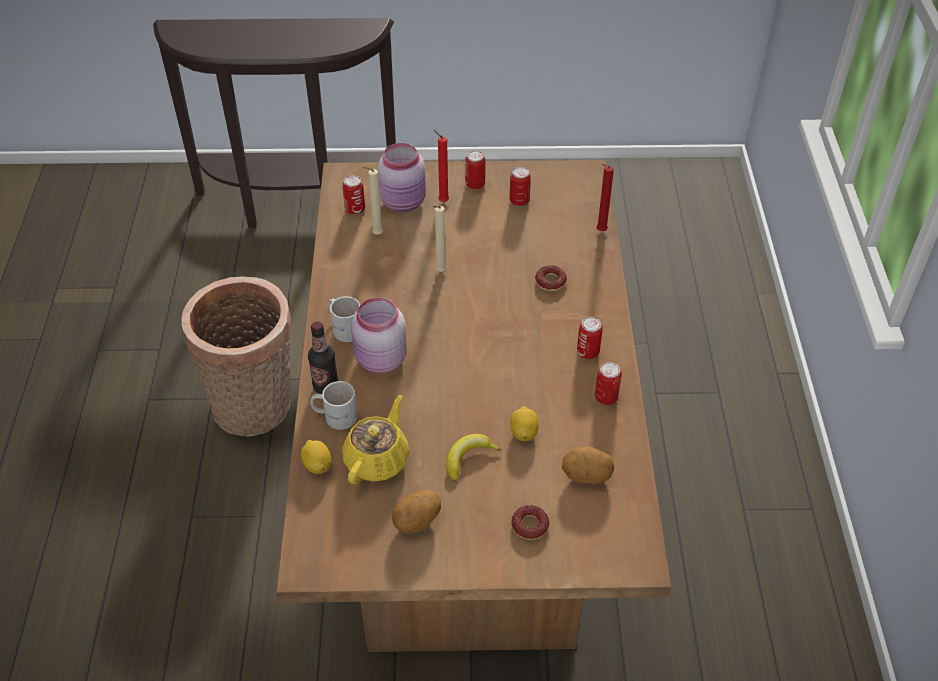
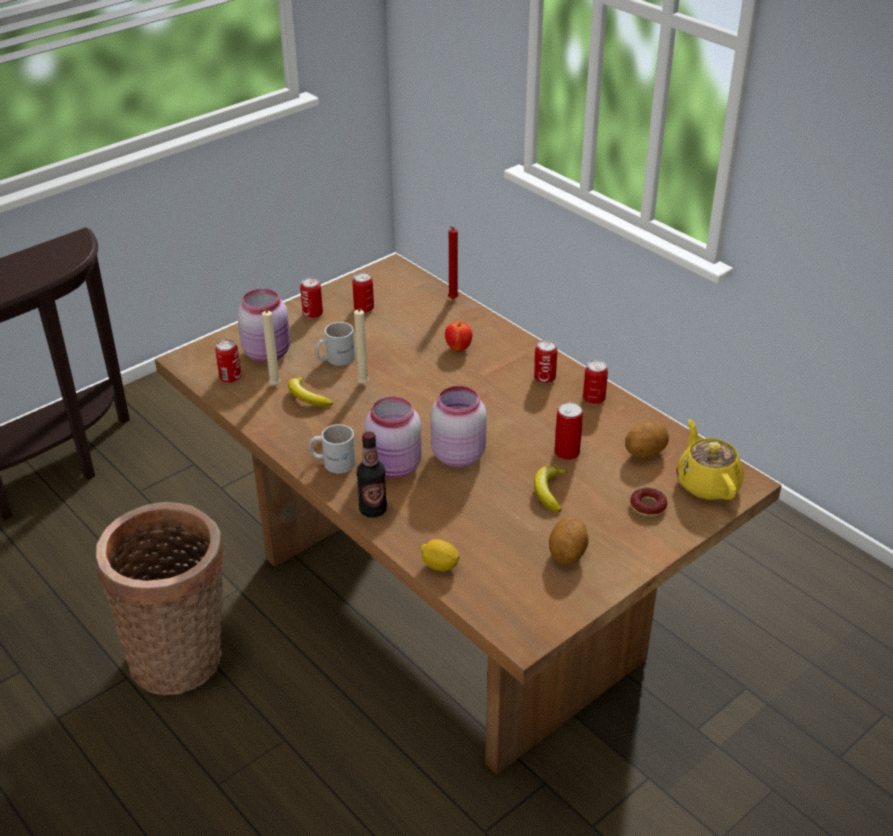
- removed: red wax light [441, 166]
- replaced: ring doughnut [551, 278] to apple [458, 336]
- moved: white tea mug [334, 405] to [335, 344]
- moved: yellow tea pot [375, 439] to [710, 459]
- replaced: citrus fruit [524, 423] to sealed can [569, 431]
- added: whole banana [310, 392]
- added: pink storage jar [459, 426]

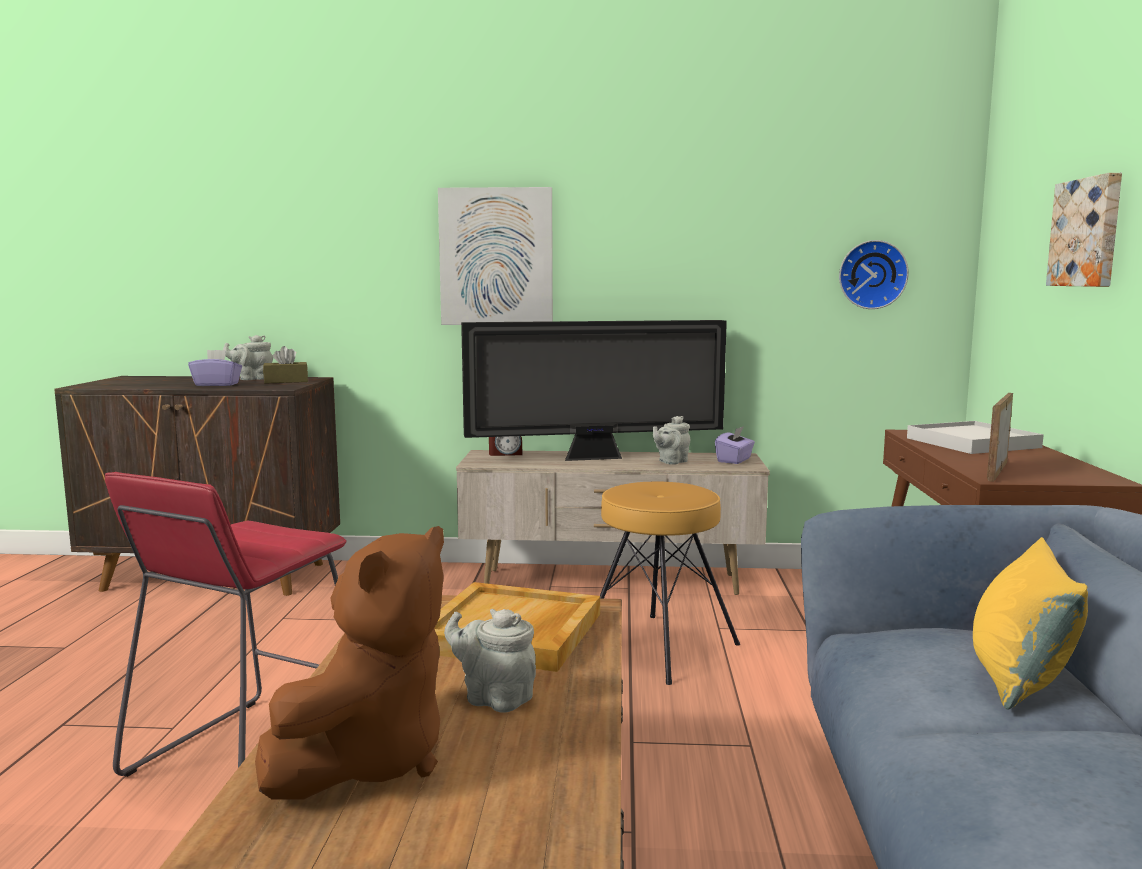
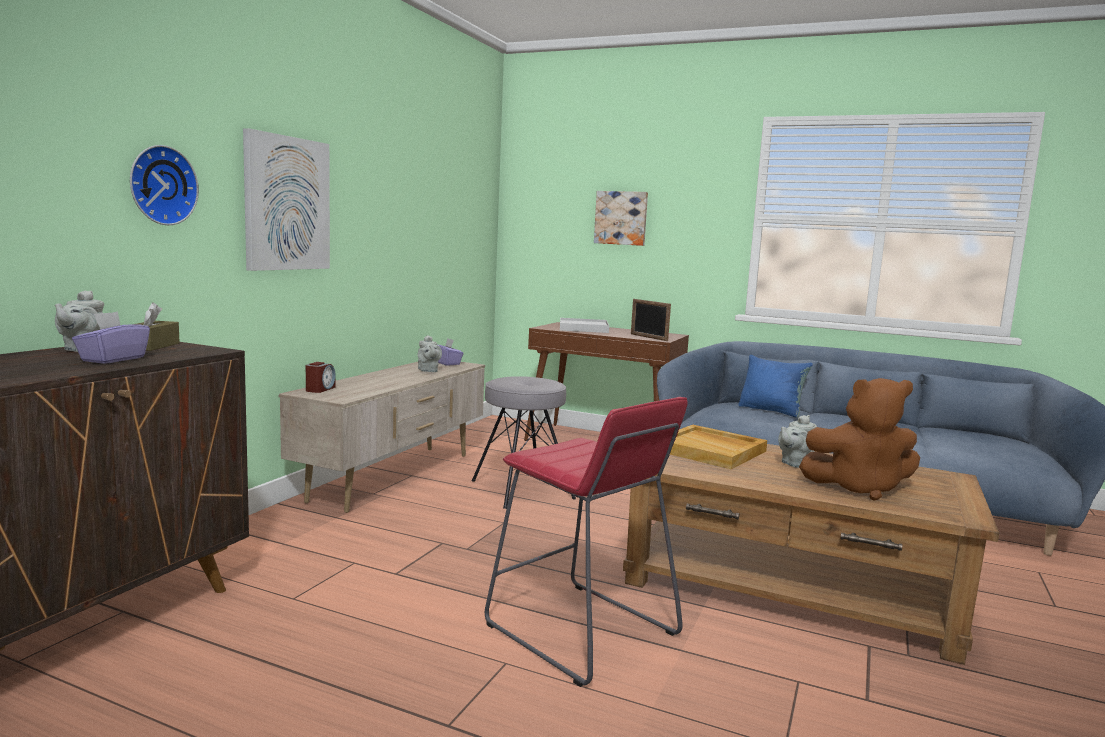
- moved: wall clock [874, 274] to [164, 185]
- removed: television [594, 390]
- recoloured: brown stool [670, 583] to gray stool [524, 442]
- turned: brown cuddly toy [349, 663] = [859, 439] 135 degrees clockwise
- recoloured: yellow throw pillow [1030, 623] to blue throw pillow [775, 386]

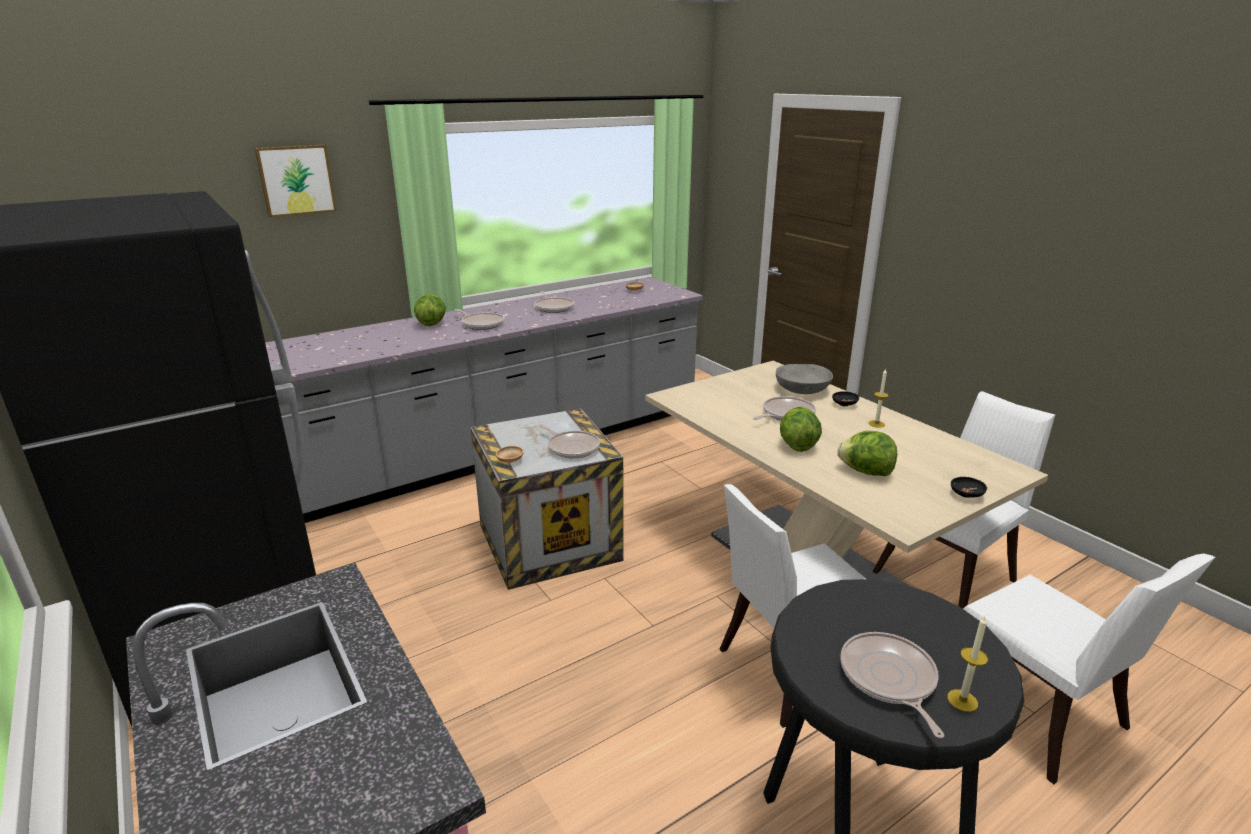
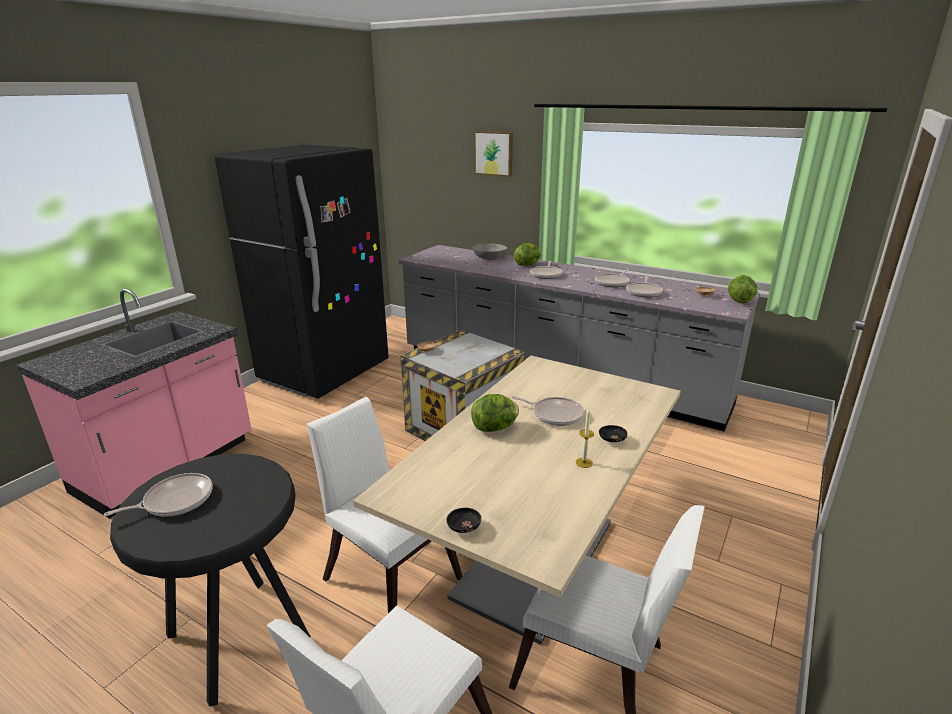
- moved: gray deep dish [804, 379] to [490, 251]
- moved: pan [569, 441] to [644, 286]
- moved: head of lettuce [867, 453] to [742, 289]
- removed: wax light [967, 664]

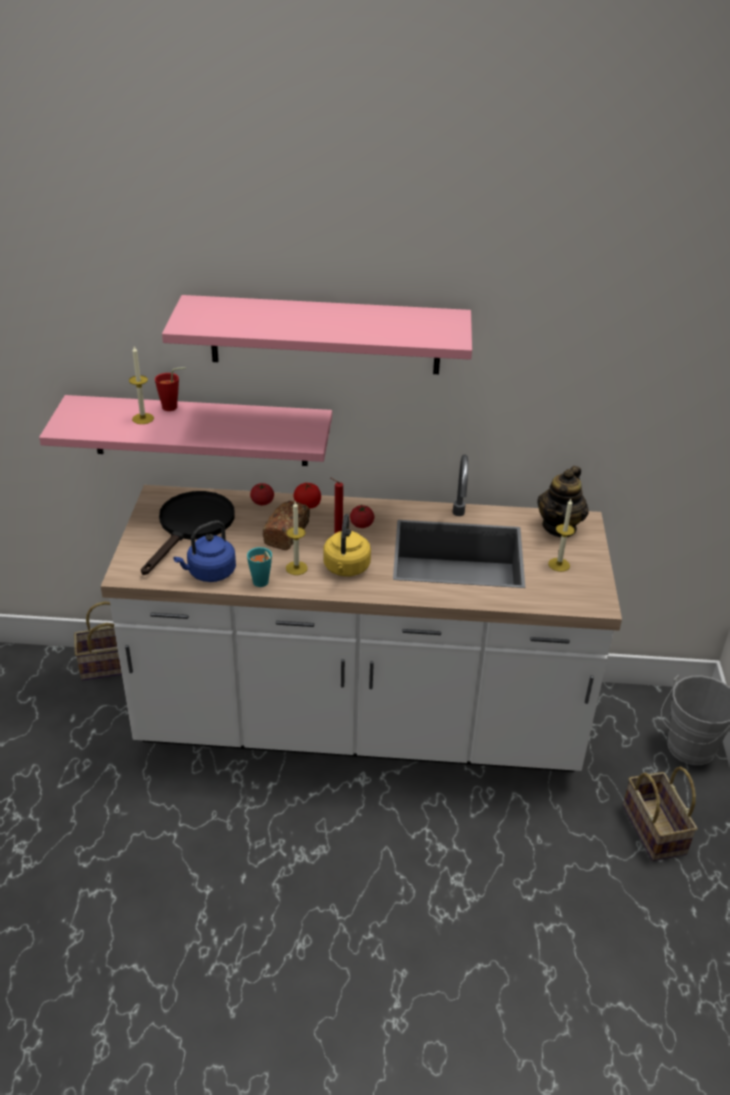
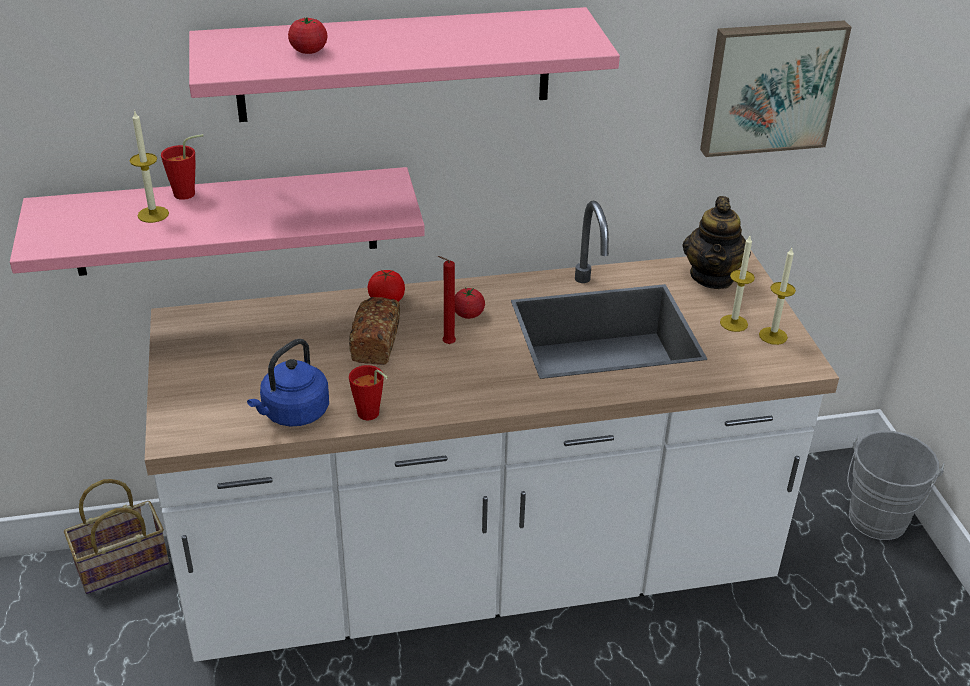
- moved: fresh tomato [262, 494] to [308, 35]
- removed: black pan [188, 533]
- moved: wax light [297, 538] to [777, 296]
- removed: yellow kettle [347, 545]
- recoloured: turquoise-coloured small cup [259, 567] to red small cup [368, 392]
- removed: household basket [660, 814]
- added: wall picture [776, 88]

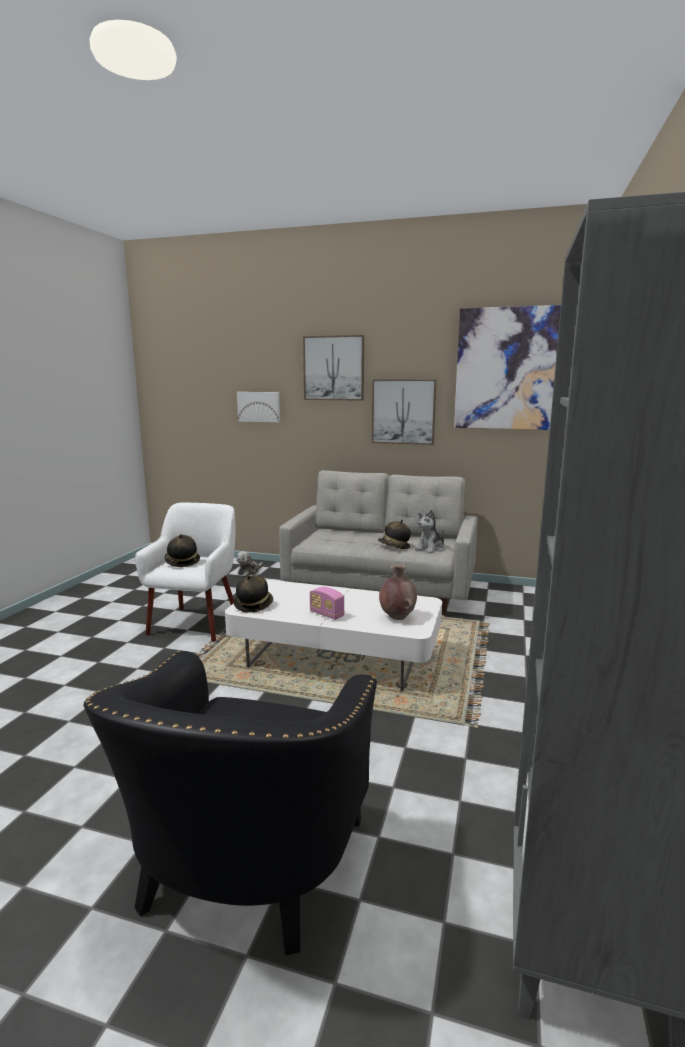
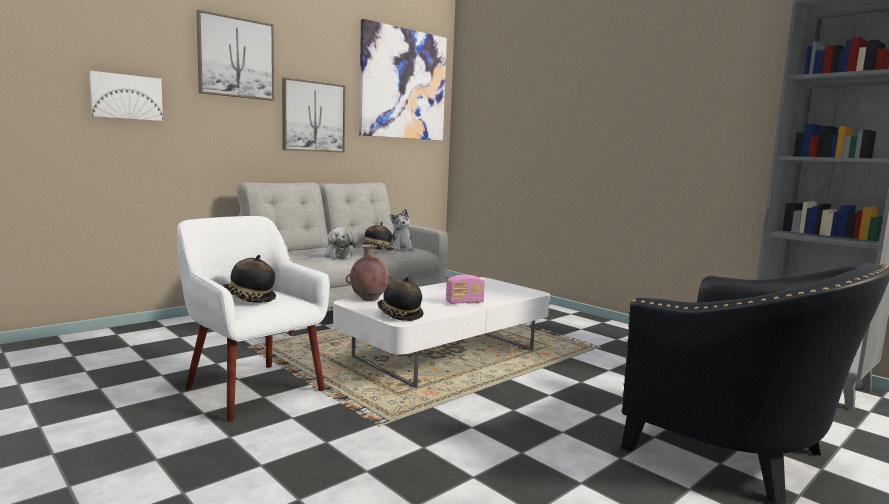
- moved: cuddly toy [249, 563] to [339, 243]
- moved: brown flower vase [398, 592] to [369, 272]

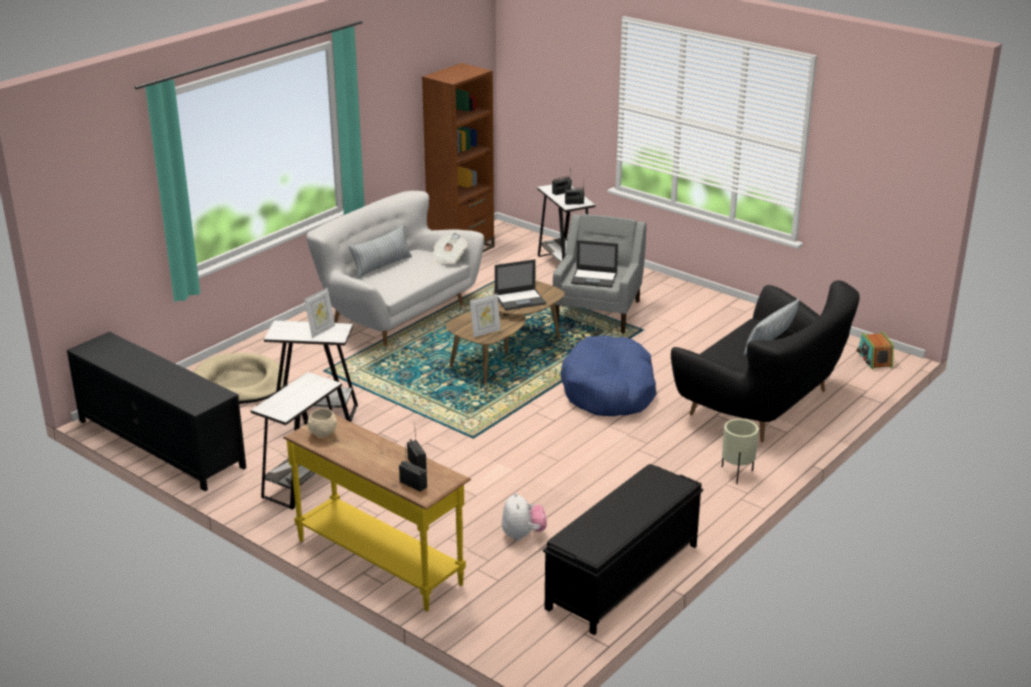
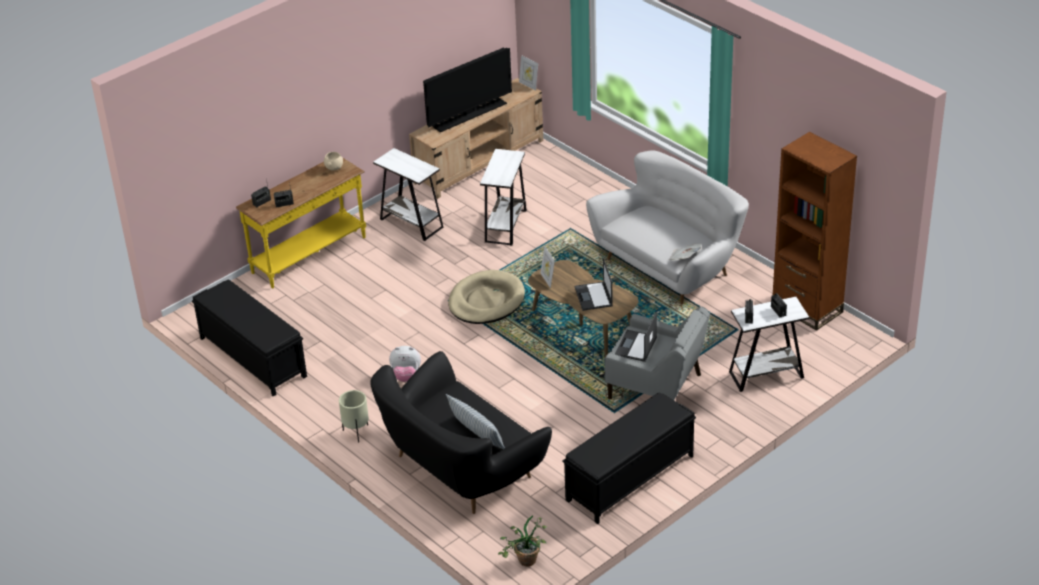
- removed: throw pillow [380, 252]
- moved: standing frame [319, 313] to [528, 72]
- replaced: radio [875, 350] to potted plant [522, 541]
- recoloured: black tv unit [156, 411] to beige-coloured tv unit [476, 138]
- removed: blue dog bed [608, 375]
- moved: beige-coloured dog bed [239, 378] to [486, 297]
- moved: cuddly toy [524, 516] to [405, 364]
- added: television [467, 90]
- added: black long seat [629, 458]

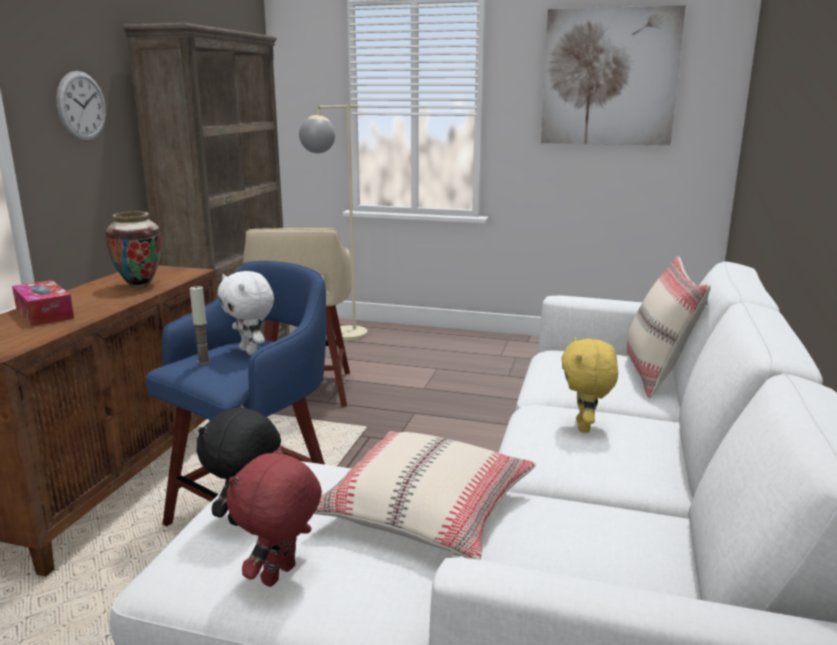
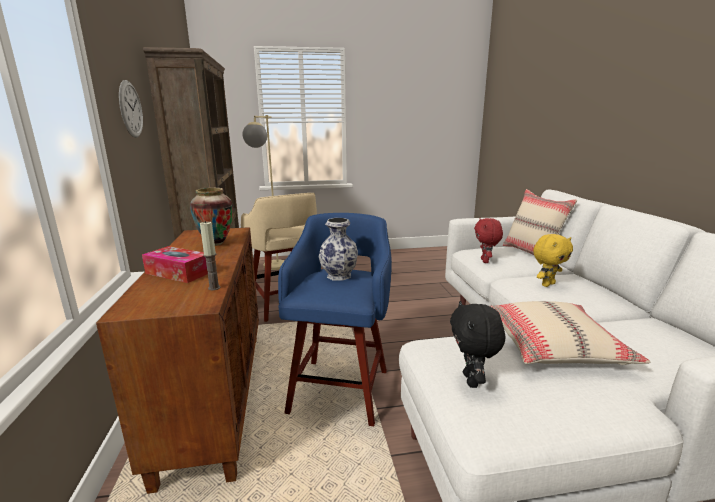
- removed: wall picture [613, 75]
- replaced: white cuddly toy [245, 313] to flower vase [338, 249]
- moved: wax light [200, 325] to [210, 255]
- turned: yellow cuddly toy [589, 385] = [553, 260] 105 degrees counterclockwise
- moved: red cuddly toy [274, 516] to [488, 240]

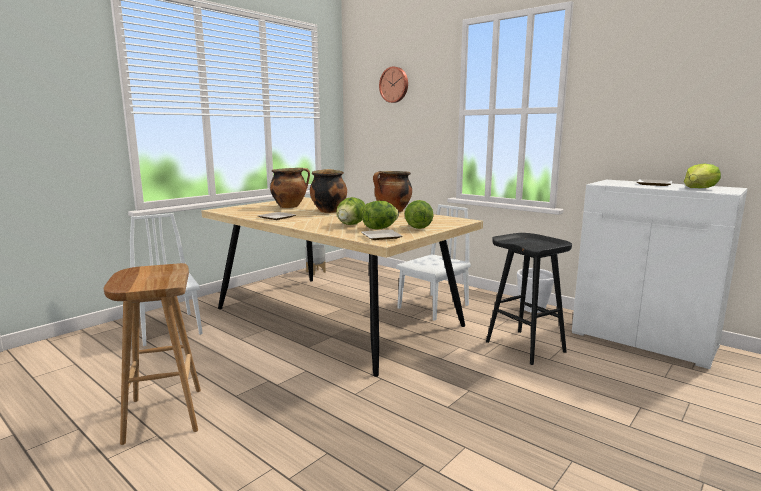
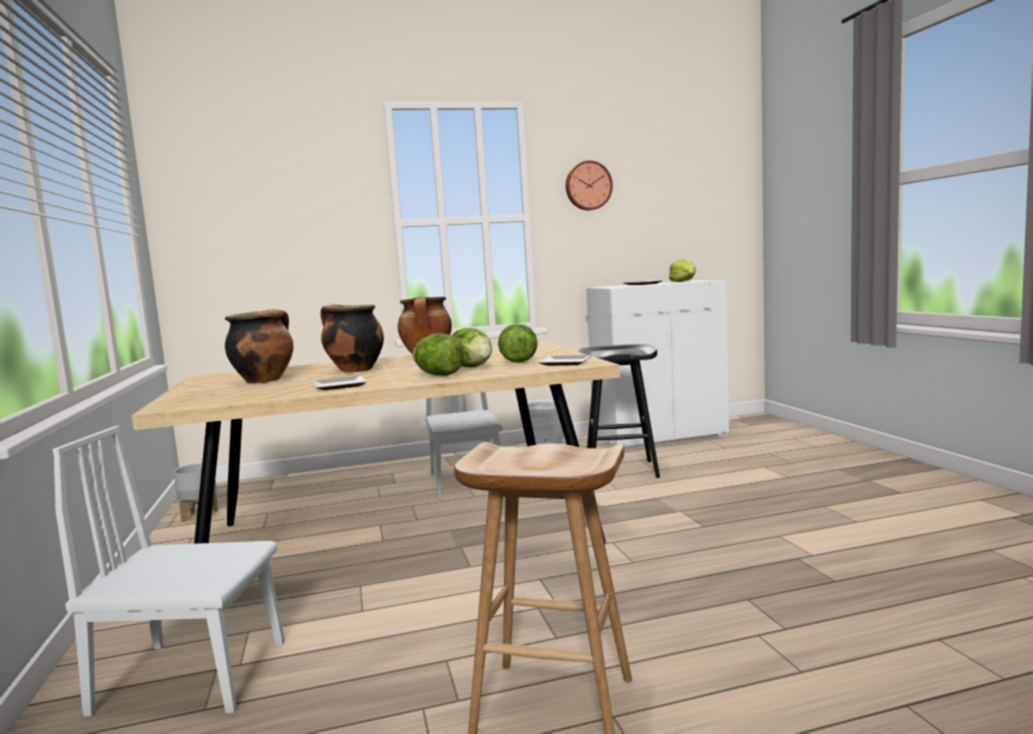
- moved: wall clock [393, 85] to [589, 185]
- moved: head of lettuce [419, 214] to [438, 355]

